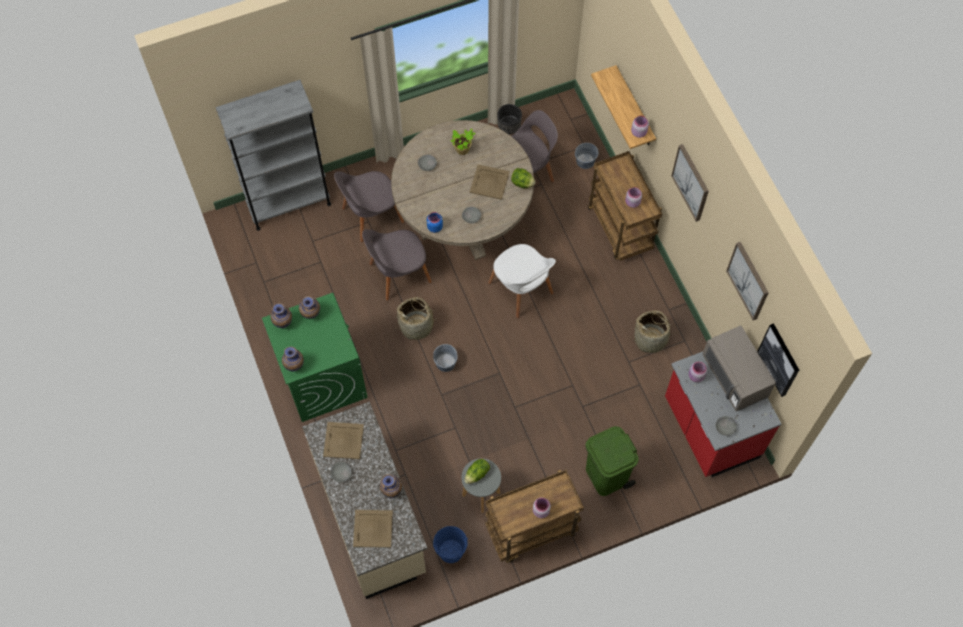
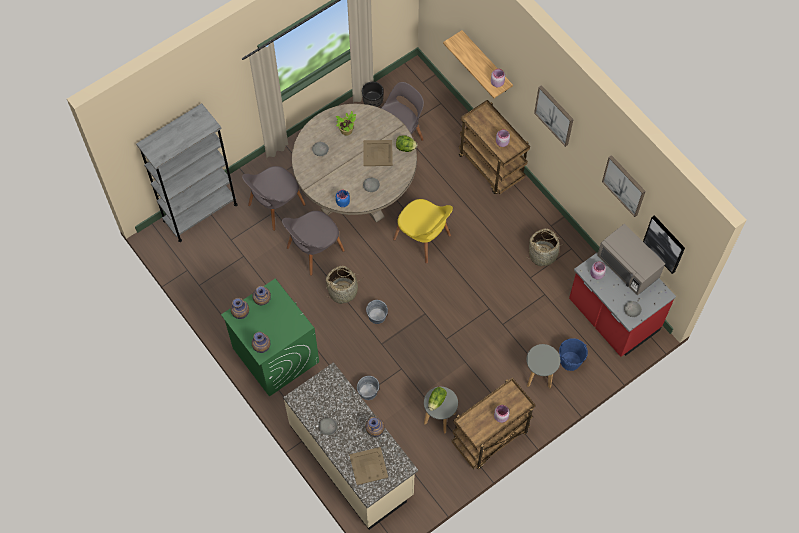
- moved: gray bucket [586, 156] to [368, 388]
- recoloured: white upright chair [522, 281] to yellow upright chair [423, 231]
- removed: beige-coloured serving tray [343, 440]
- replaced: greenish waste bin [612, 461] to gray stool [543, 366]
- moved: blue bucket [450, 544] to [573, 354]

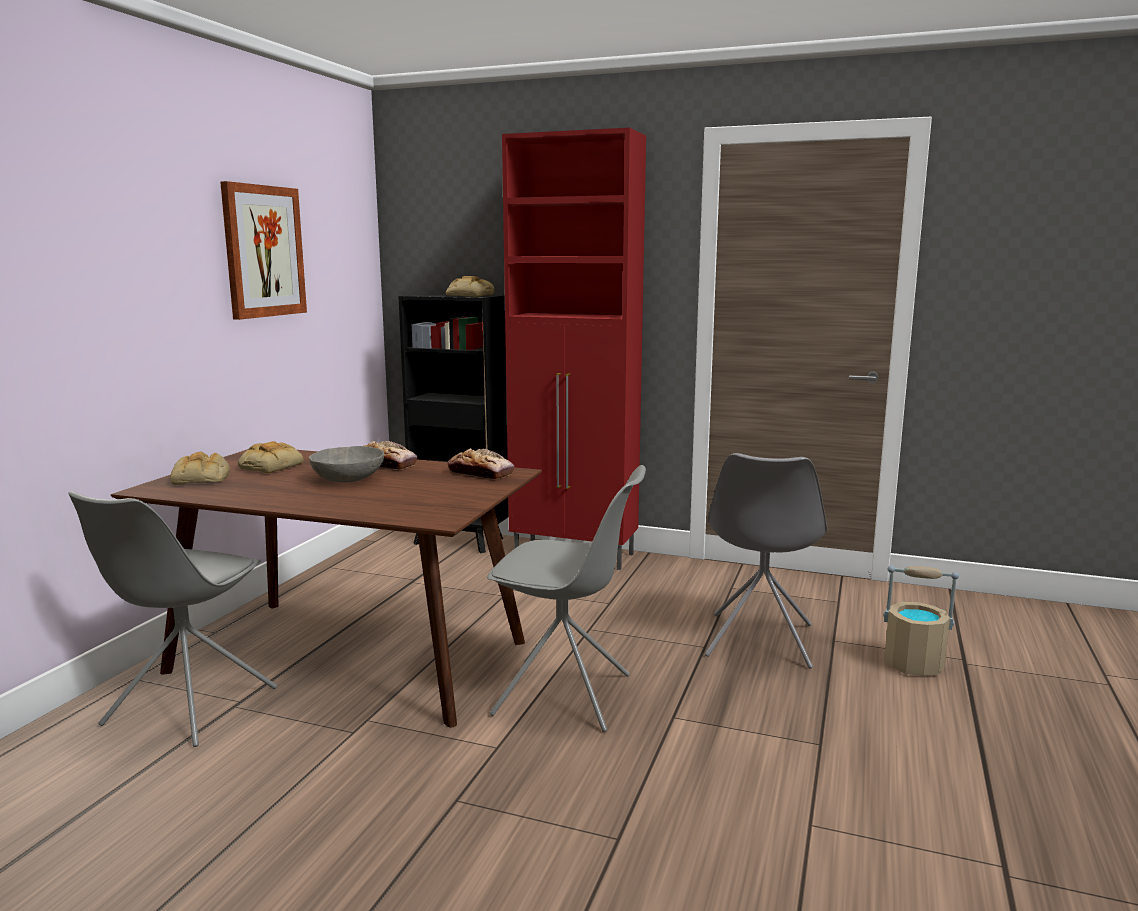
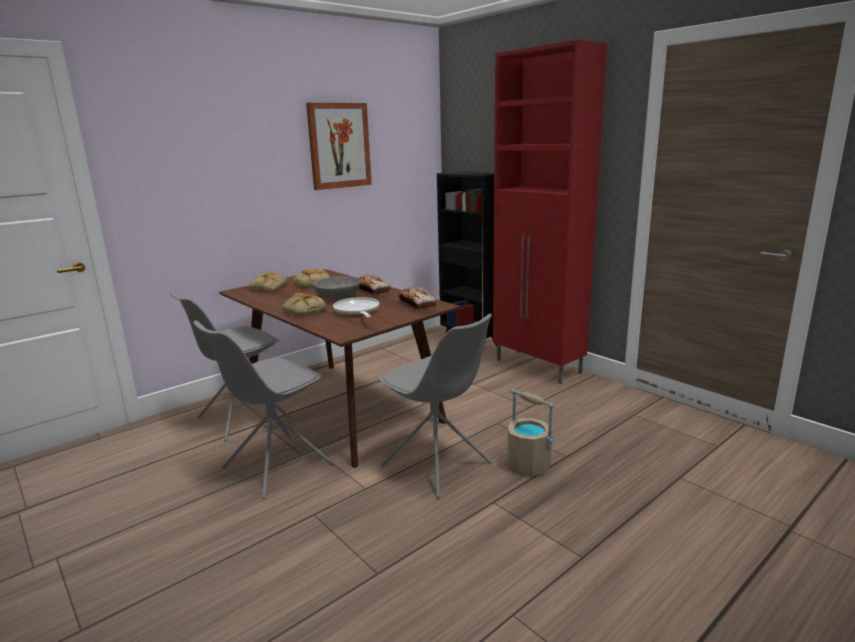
- moved: bread [470, 286] to [304, 305]
- moved: gray upright chair [766, 561] to [263, 410]
- moved: beige-coloured bucket [921, 621] to [530, 432]
- added: pan [356, 307]

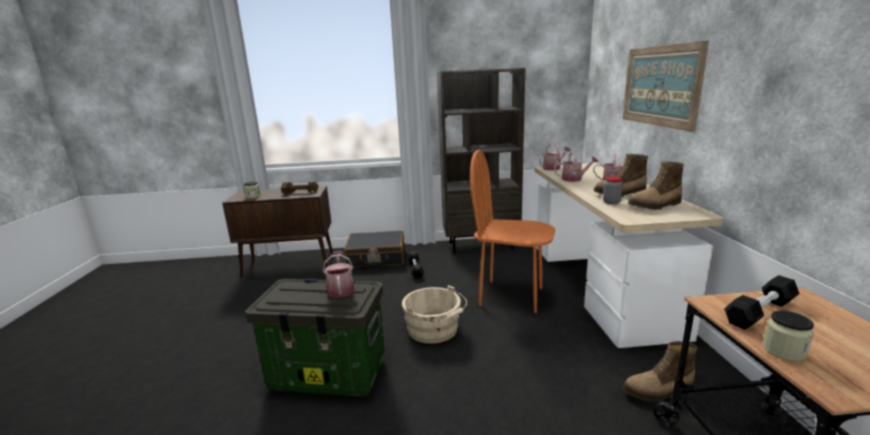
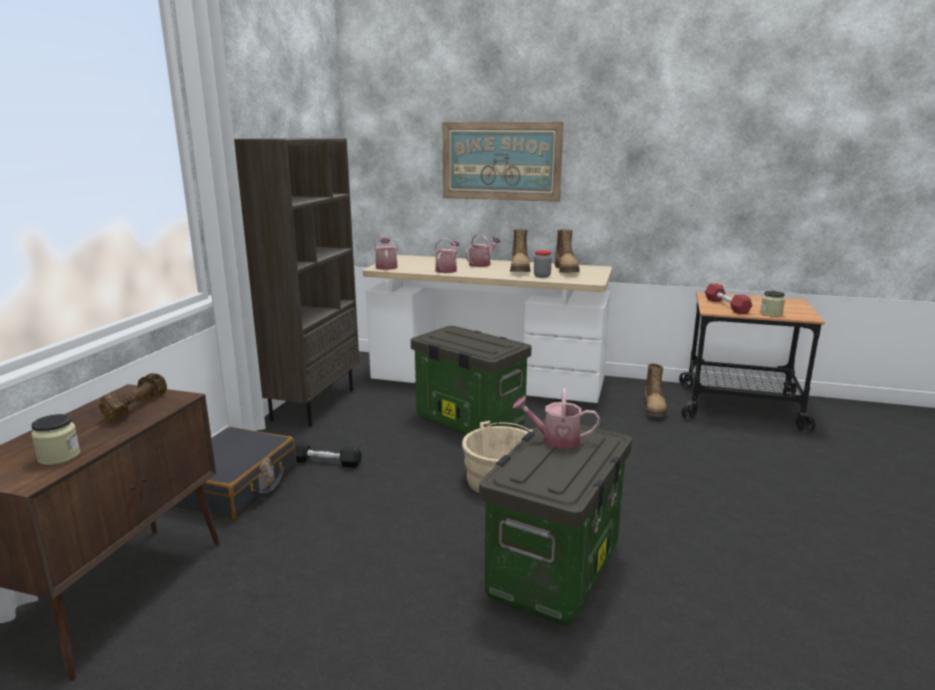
- replaced: orange-coloured upright chair [512, 231] to storage box [471, 380]
- recoloured: black free weight [761, 302] to red free weight [729, 298]

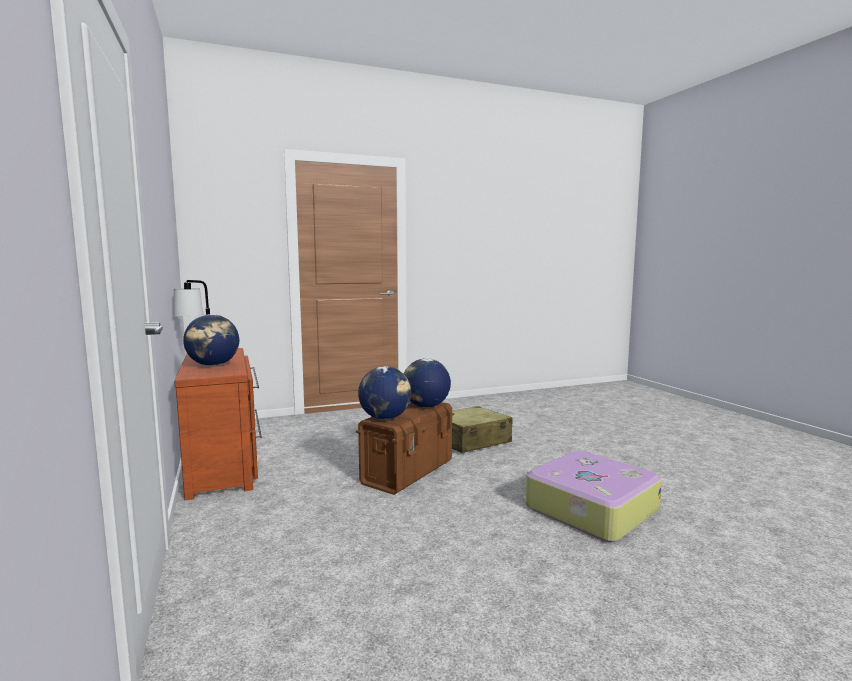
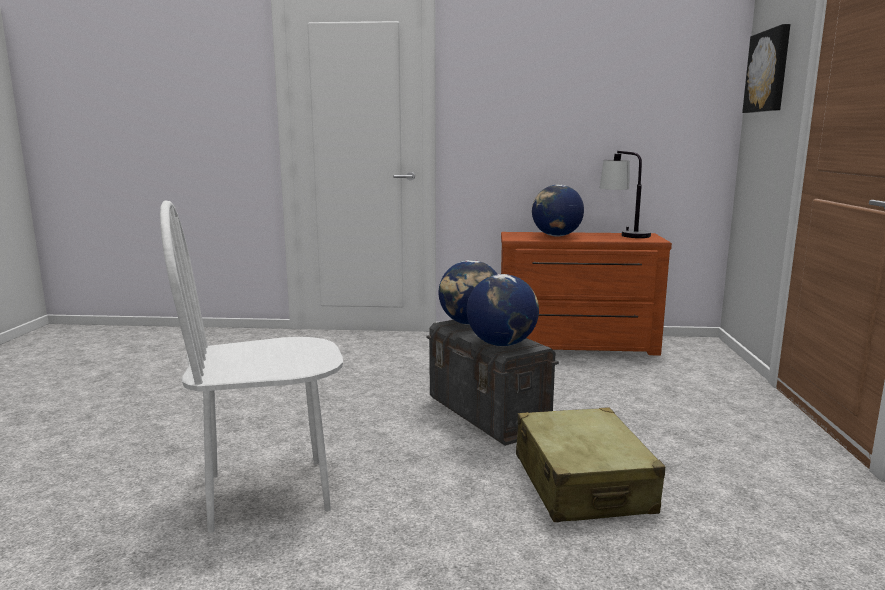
- recoloured: brown storage box [405, 448] to gray storage box [492, 383]
- replaced: piece of luggage [594, 496] to white upright chair [251, 366]
- added: wall picture [766, 68]

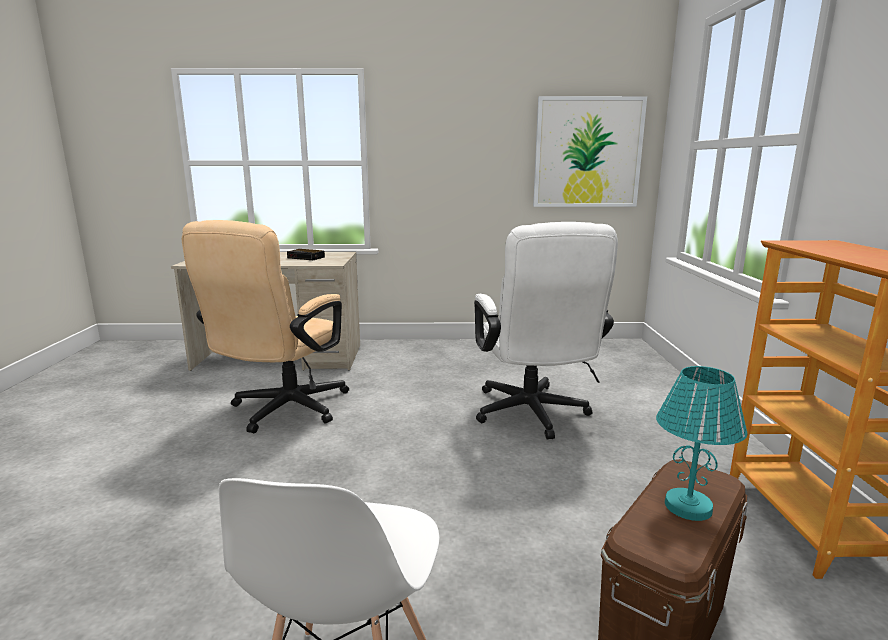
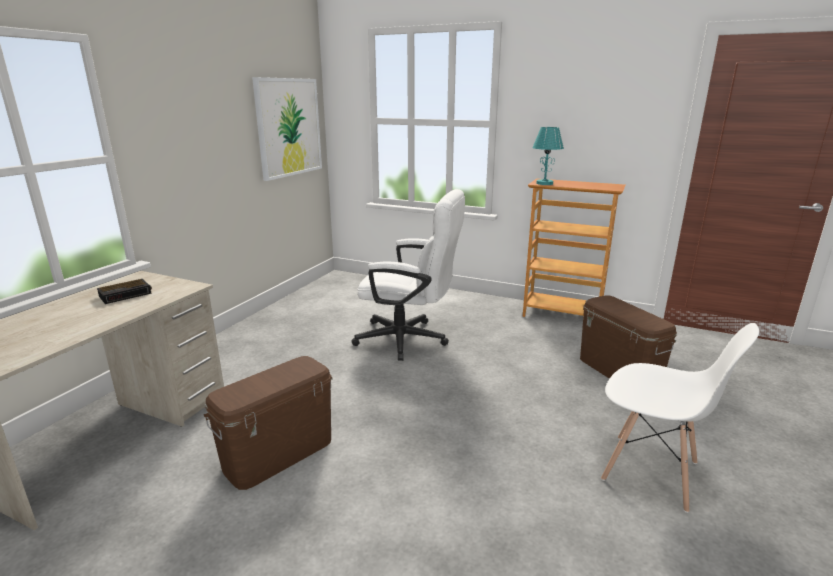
- replaced: beige-coloured office chair [265, 326] to brown storage box [268, 423]
- moved: turquoise-coloured lamp for a table [701, 443] to [548, 156]

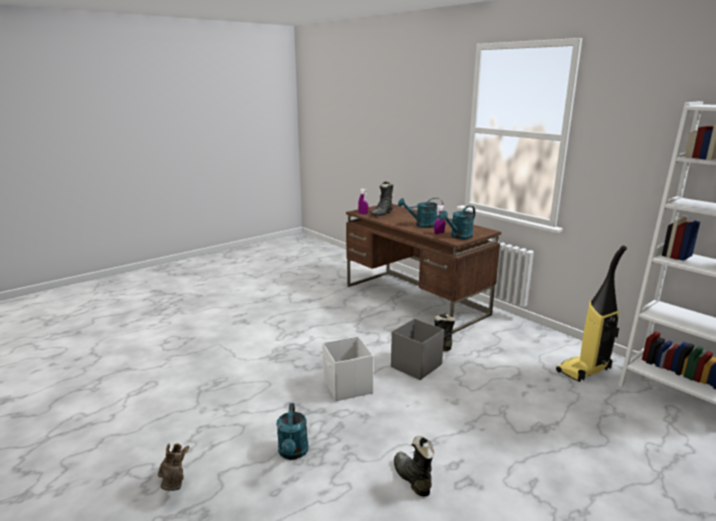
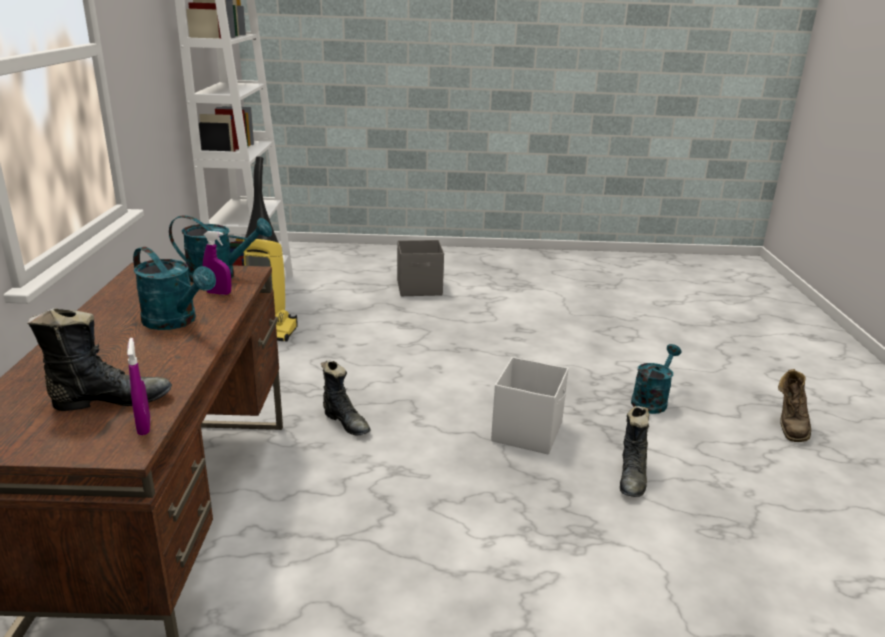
- moved: gray storage box [417, 349] to [420, 268]
- moved: black tall boot [414, 466] to [634, 451]

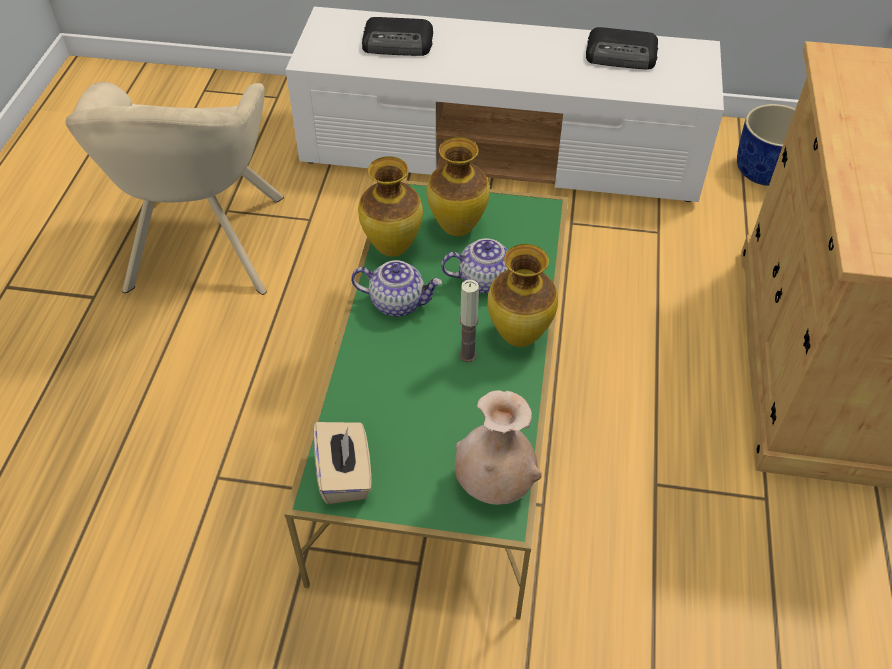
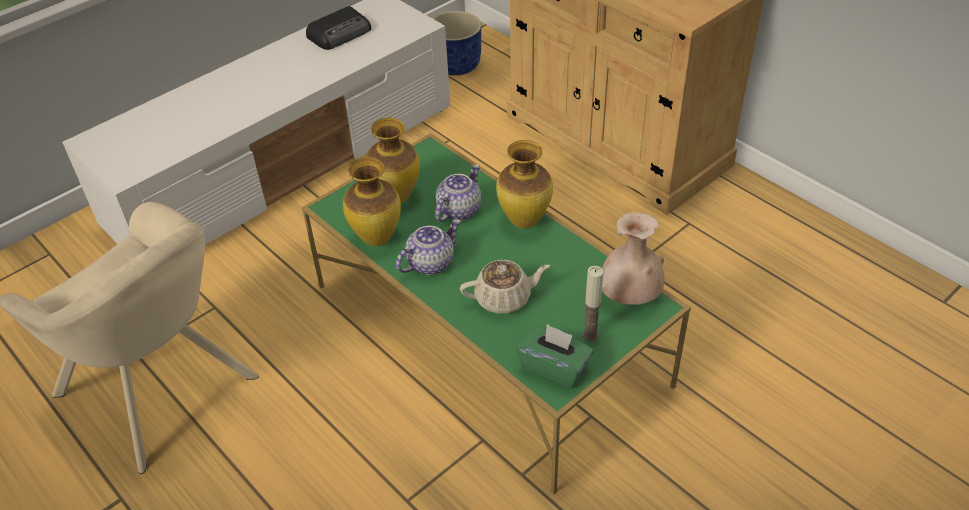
- removed: radio [397, 36]
- moved: wax light [469, 321] to [593, 303]
- recoloured: beige-coloured tissue holder [342, 463] to greenish tissue holder [555, 356]
- added: beige-coloured tea pot [505, 287]

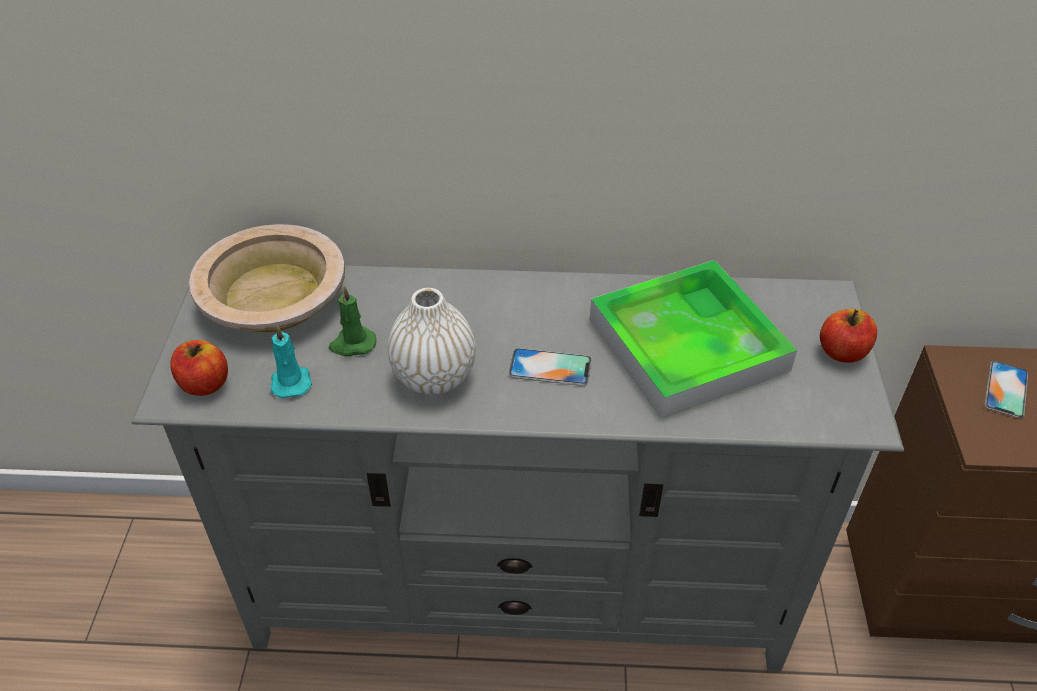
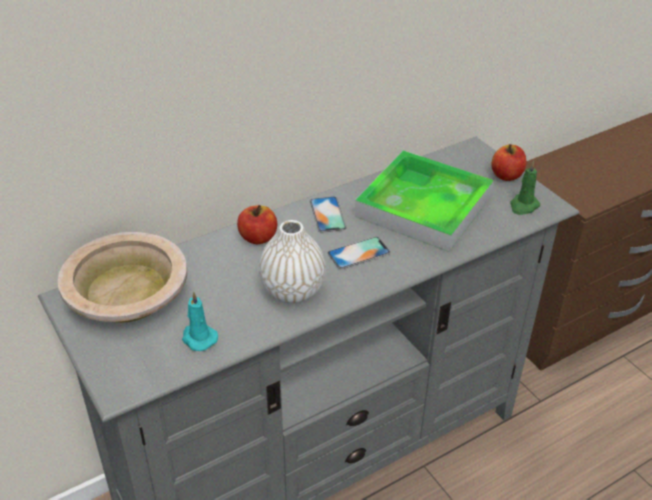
- moved: greenish wax light [352, 321] to [525, 188]
- moved: apple [199, 368] to [257, 224]
- moved: handset [1006, 389] to [328, 215]

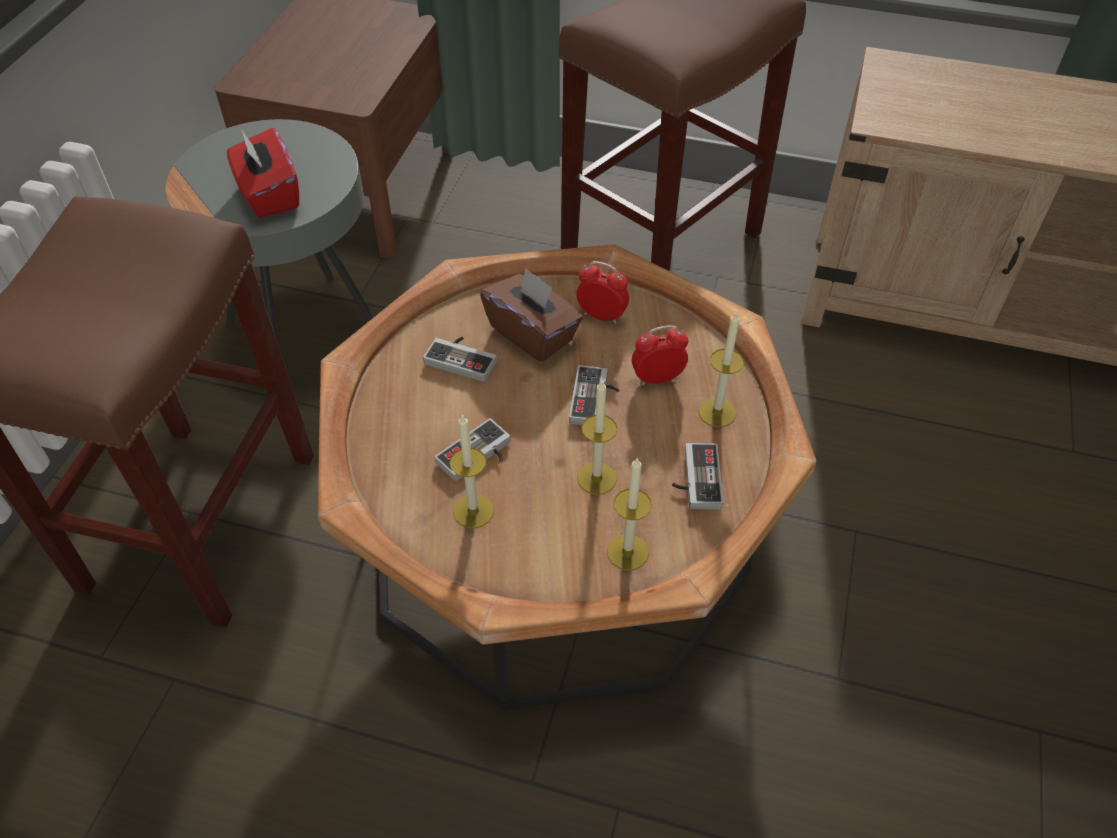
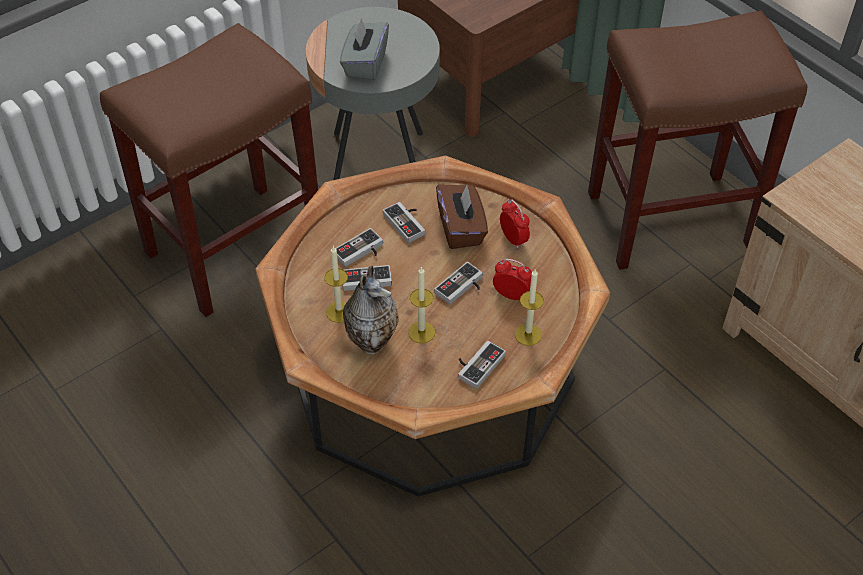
- recoloured: red tissue holder [263, 173] to gray tissue holder [364, 49]
- removed: wax light [629, 514]
- added: gamepad [359, 247]
- added: flower vase [371, 310]

